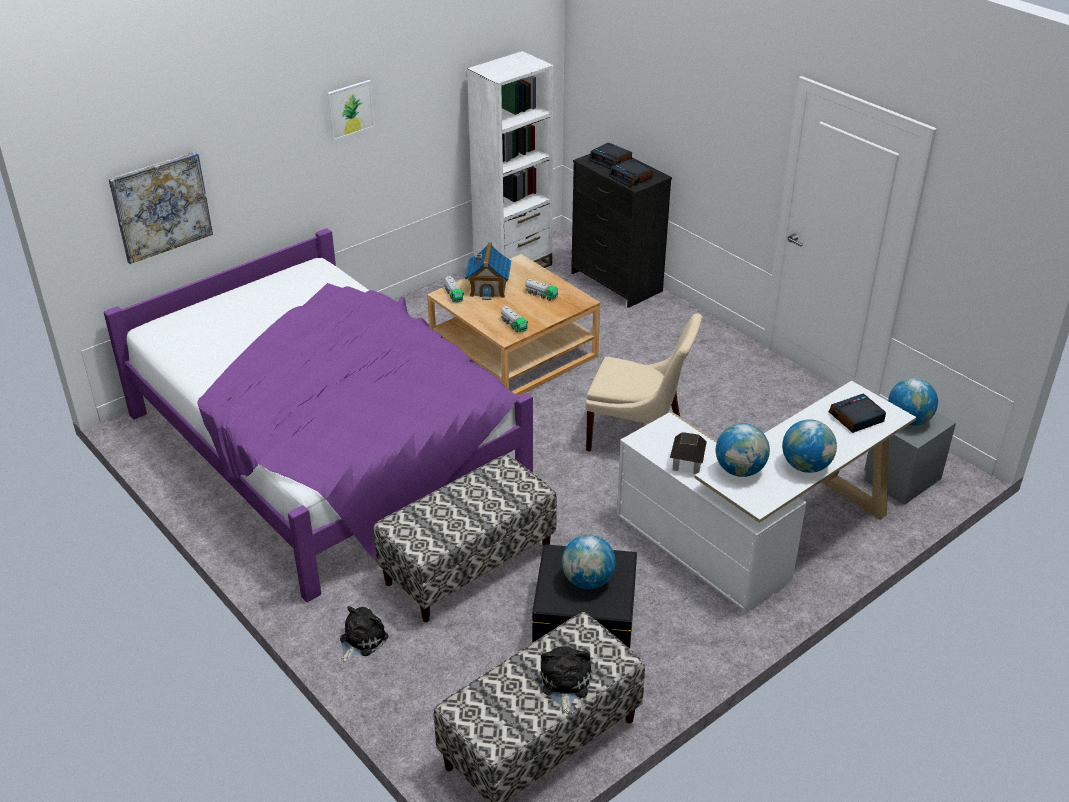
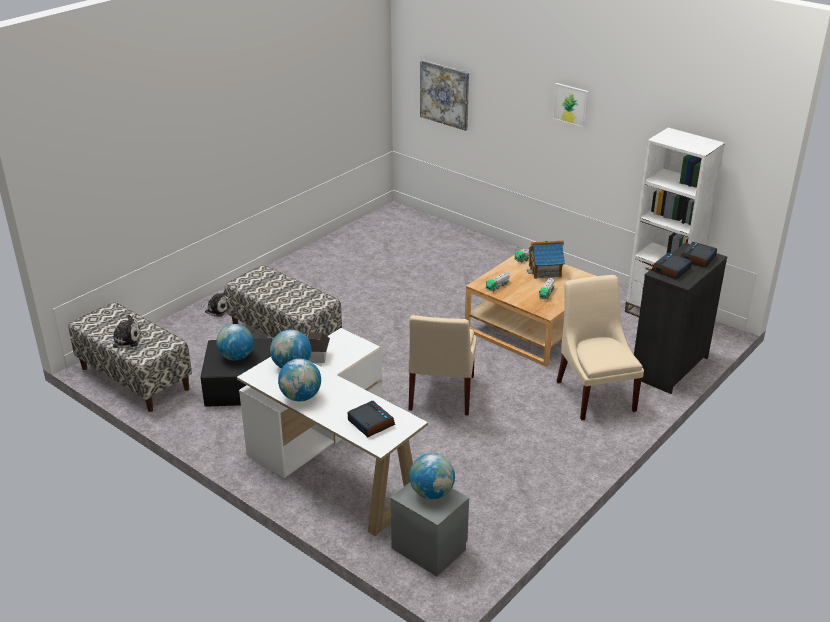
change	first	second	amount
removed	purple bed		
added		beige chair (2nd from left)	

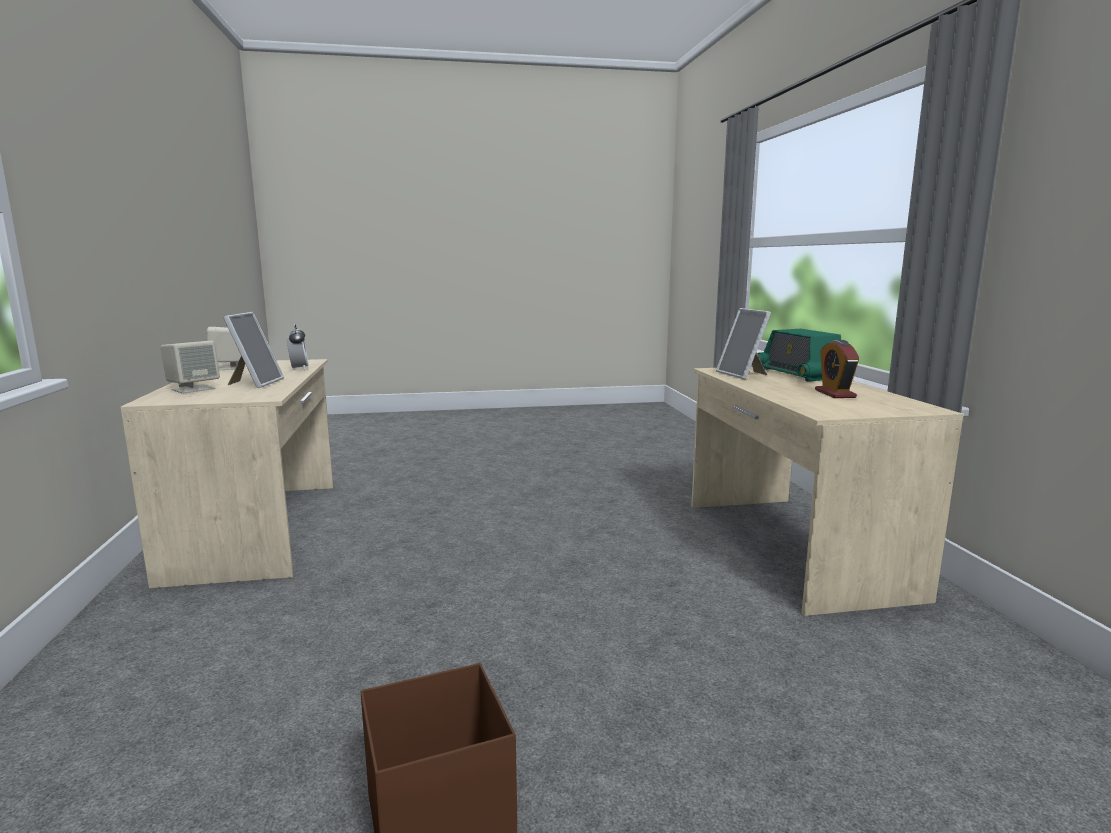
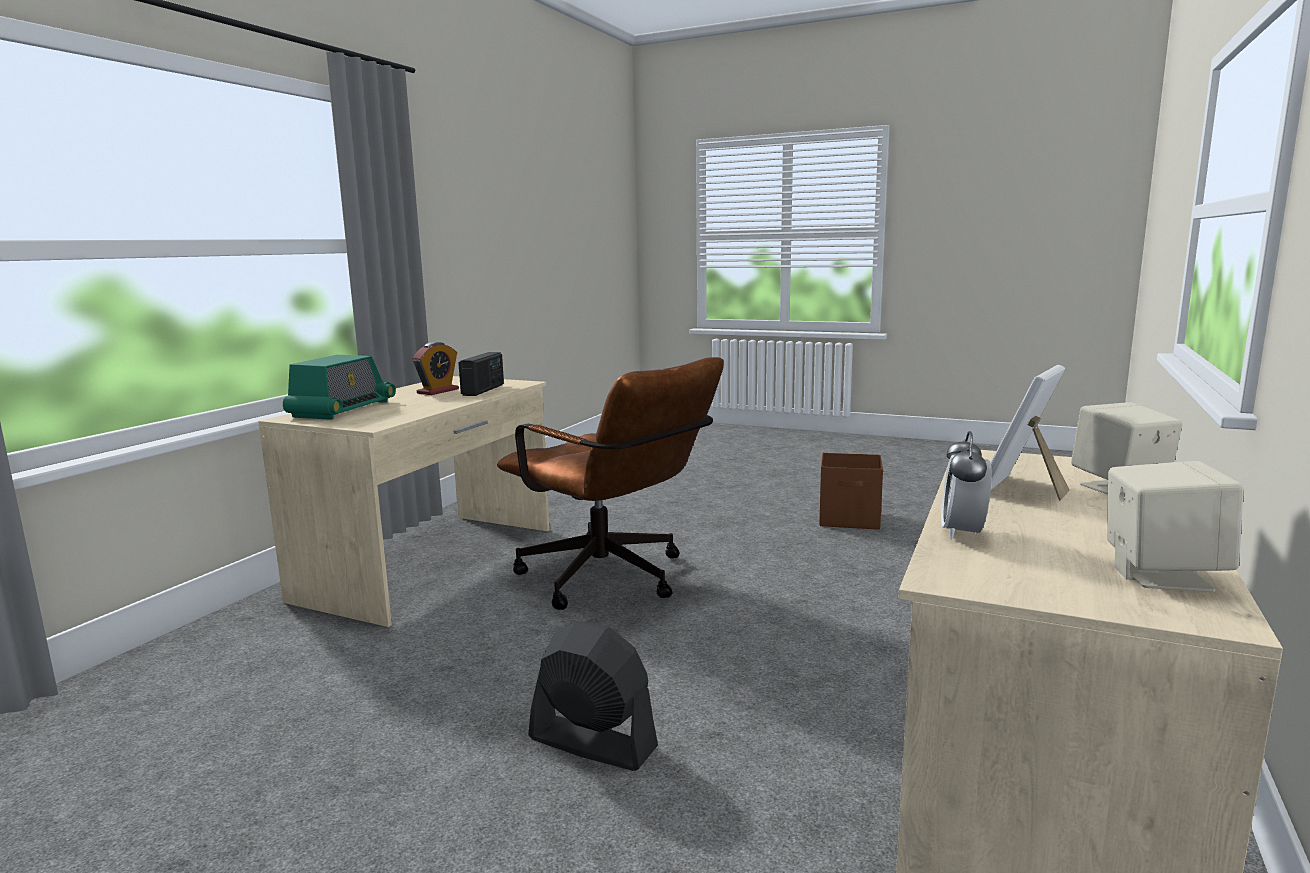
change	first	second	amount
removed	picture frame (2nd from left)		
added		radio (2nd from left)	
added		brown office chair	
added		black fan	

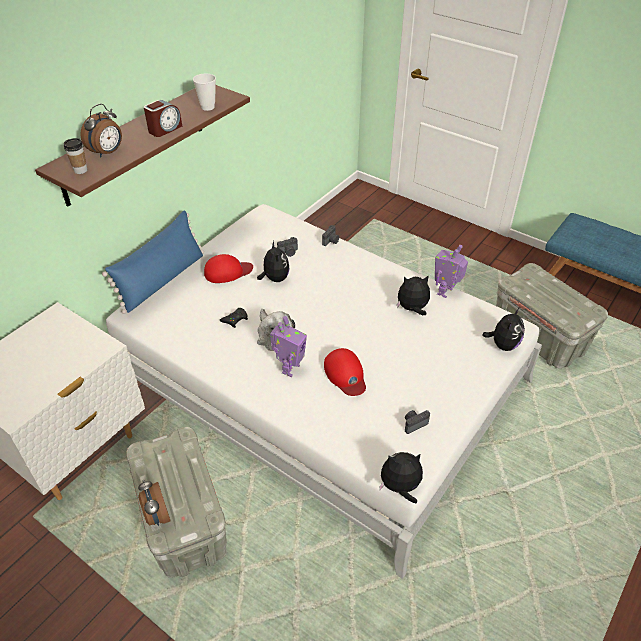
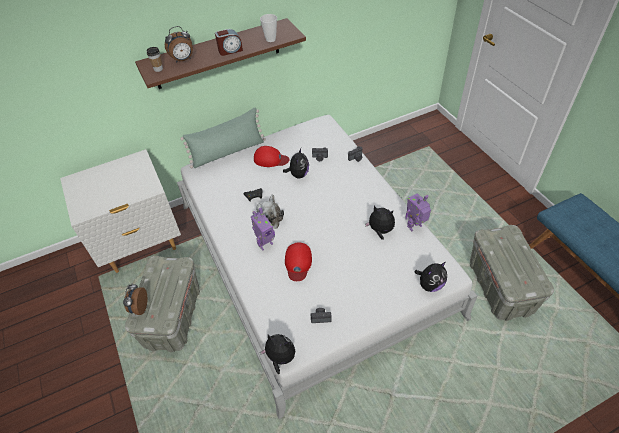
change	first	second	amount
recoloured	blue pillow	green pillow	

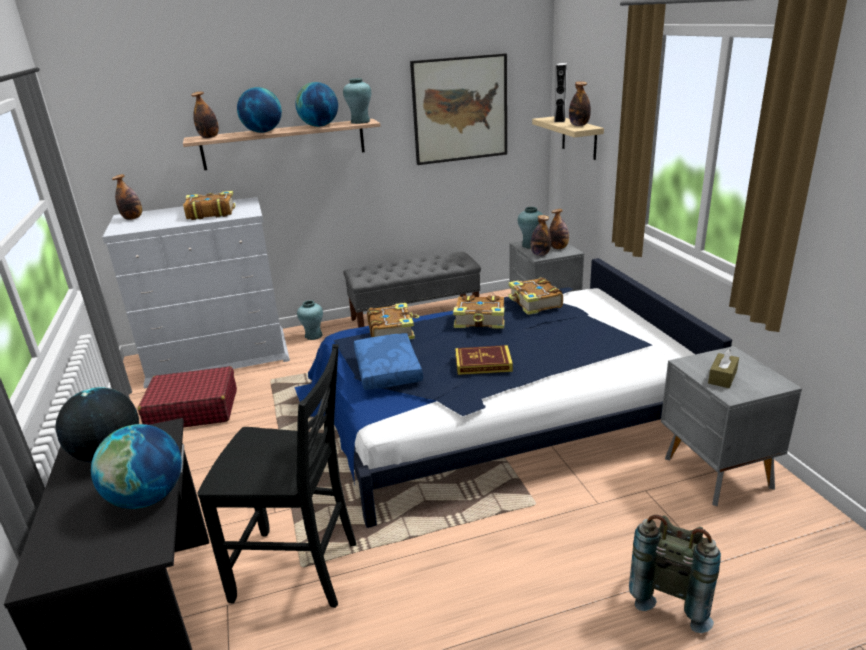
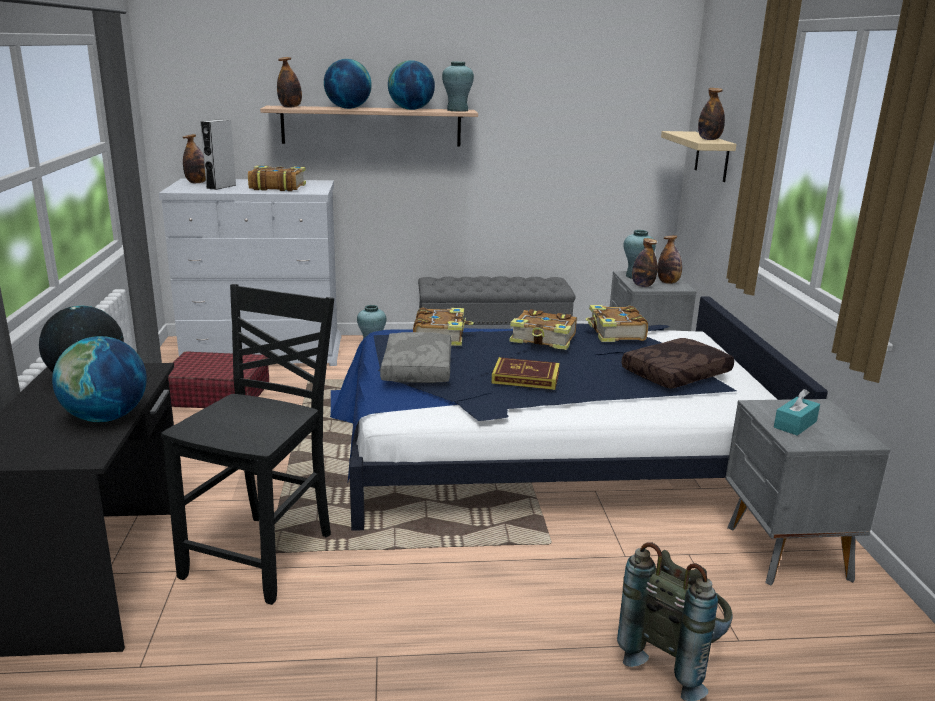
change	first	second	amount
removed	picture		
added		brown pillow	
moved	grey speaker		
recoloured	blue pillow	grey pillow	
recoloured	brown tissue box	turquoise tissue box	
turned	black chair		90 degrees counterclockwise

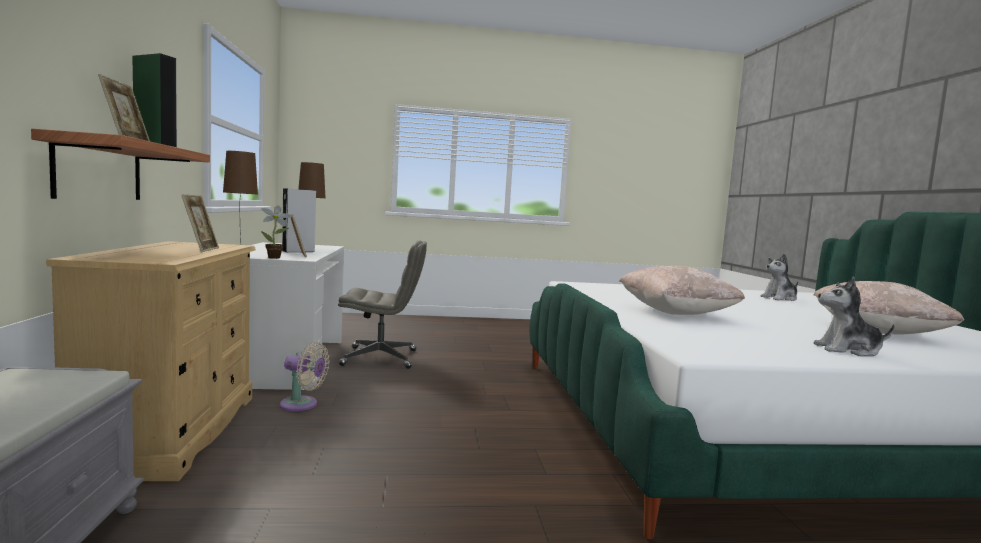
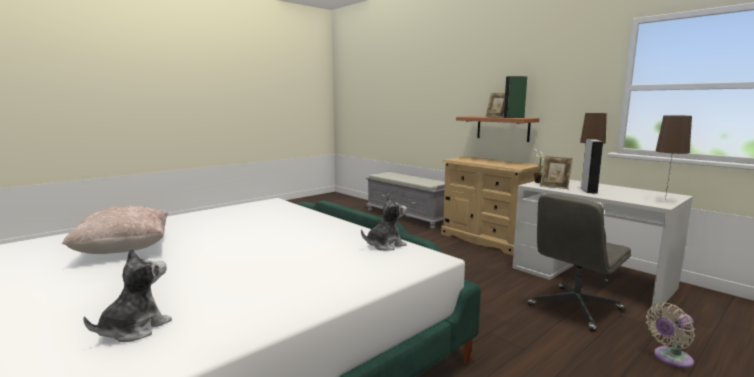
change	first	second	amount
removed	picture frame (2nd from left)		
removed	beige pillow (1st from left)		
moved	beige fan		
moved	plush toy (2nd from left)		

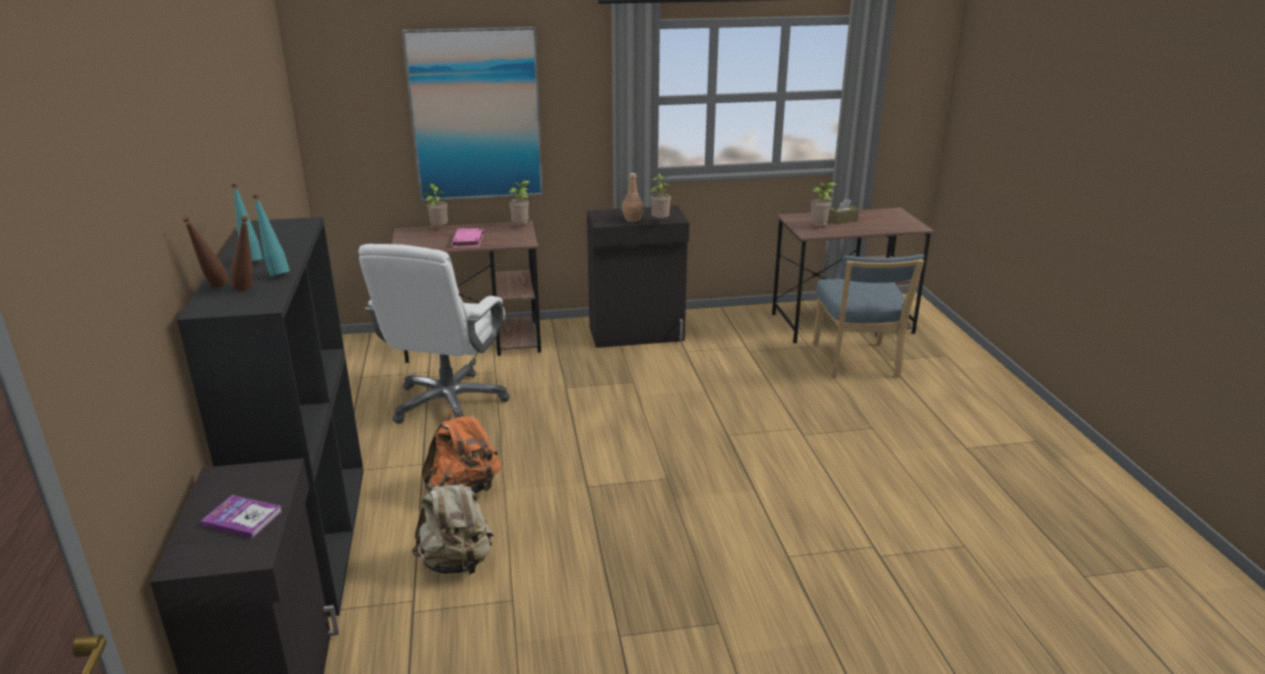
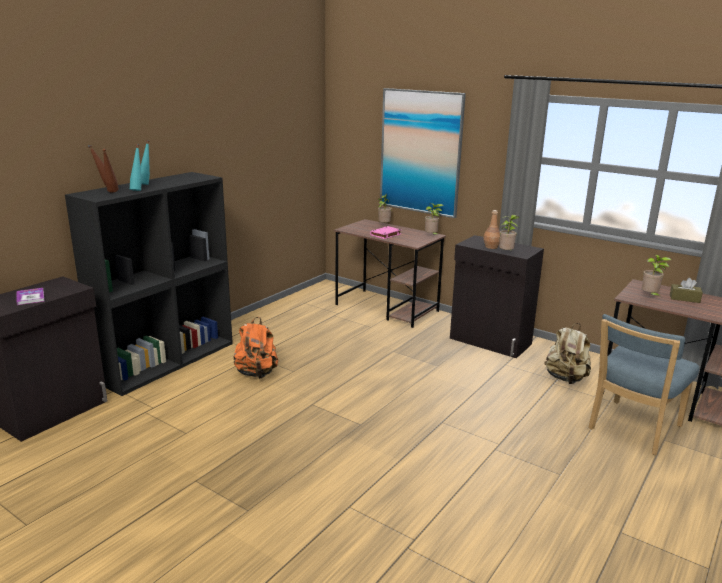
change	first	second	amount
removed	white office chair		
moved	beige backpack		

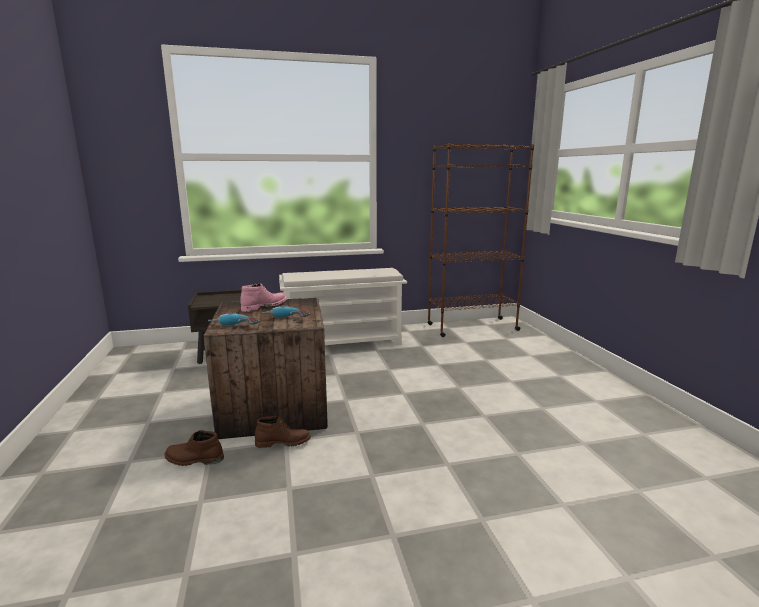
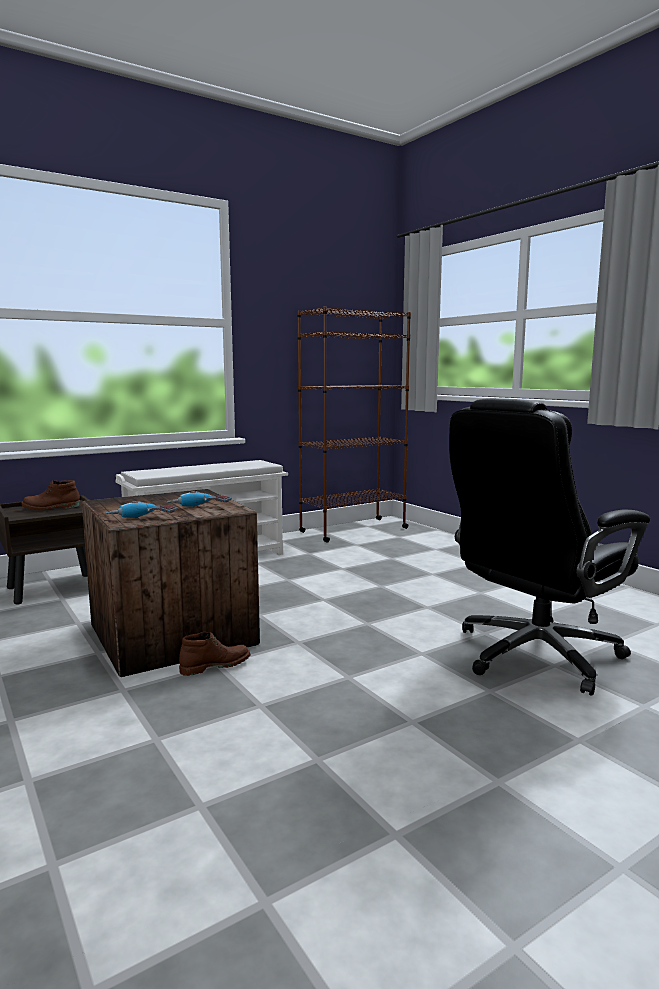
change	first	second	amount
removed	pink boot		
added		black office chair	
moved	brown boot (1st from left)		

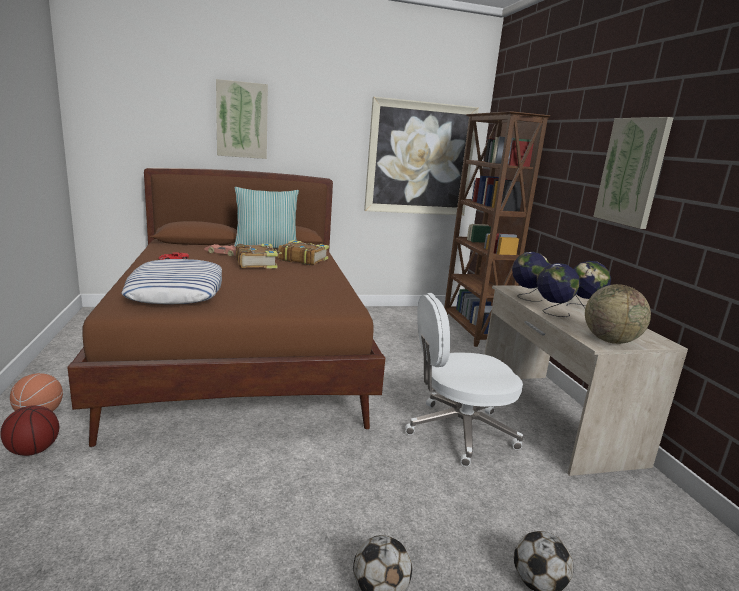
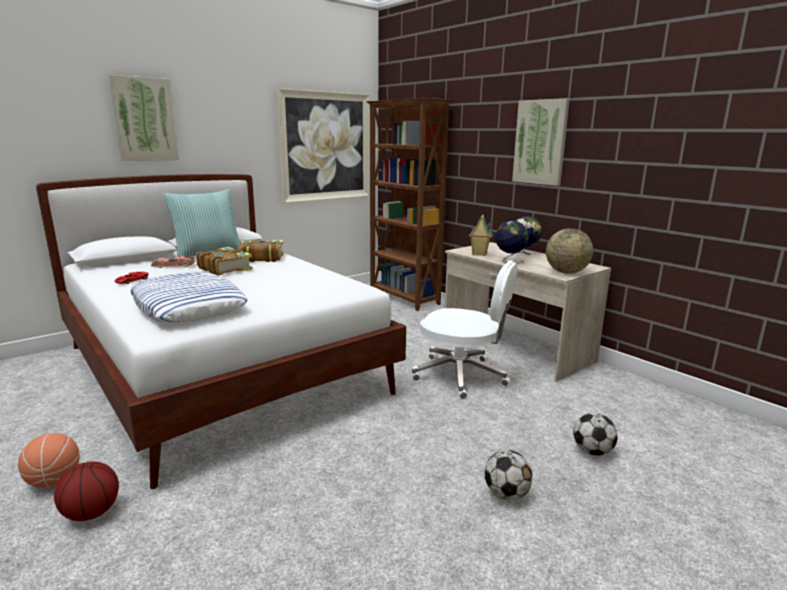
change	first	second	amount
replaced	globe (1st from left)	toy house	
recoloured	brown bed	white bed	
turned	white office chair		120 degrees counterclockwise

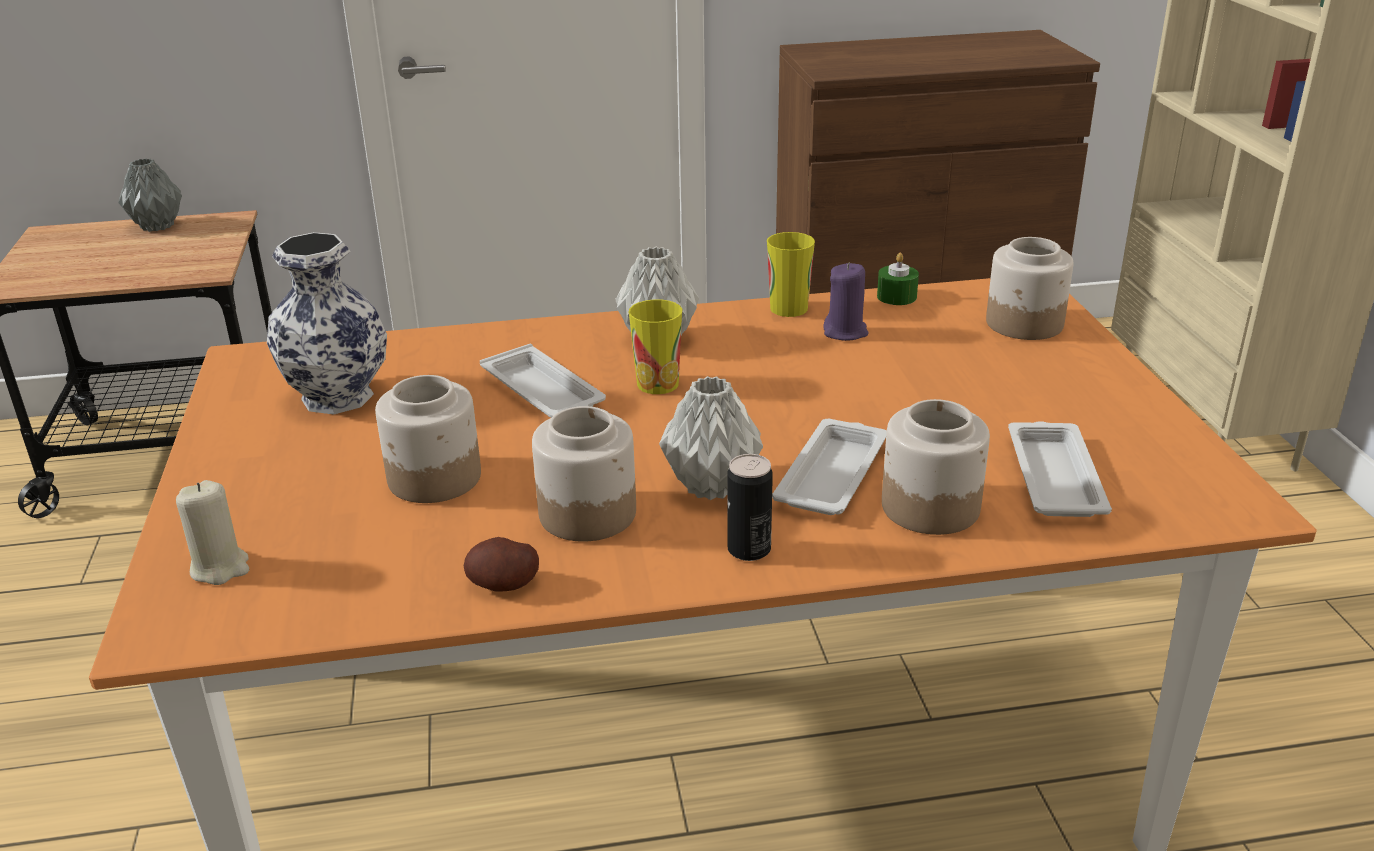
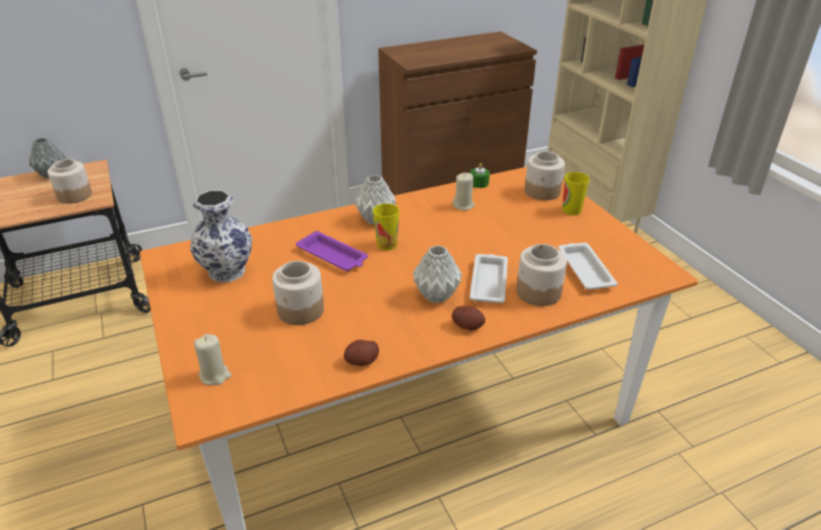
change	first	second	amount
moved	jar (2nd from left in the first image)	jar (1st from left)	
moved	cup (2nd from left)		
replaced	can	potato (2nd from left)	
recoloured	white tray (1st from left)	purple tray	
recoloured	purple candle	beige candle (2nd from left)	

